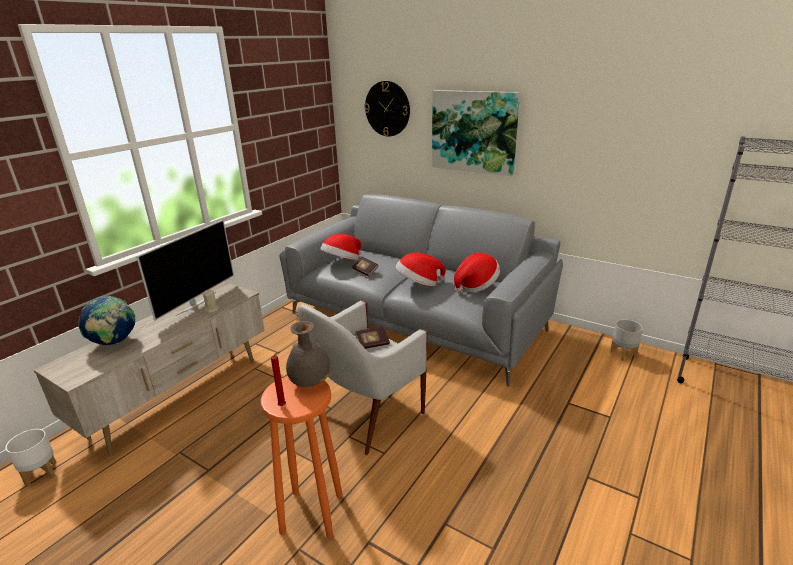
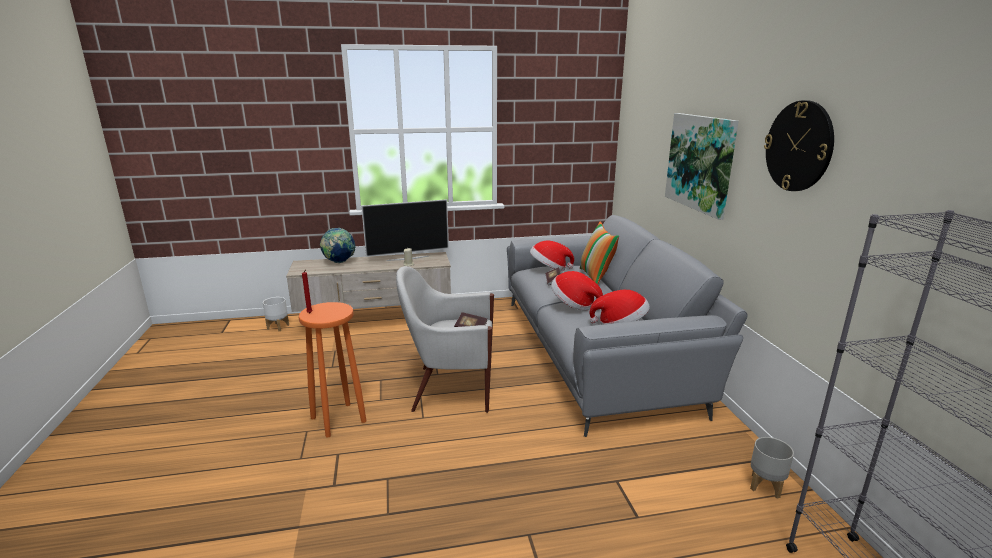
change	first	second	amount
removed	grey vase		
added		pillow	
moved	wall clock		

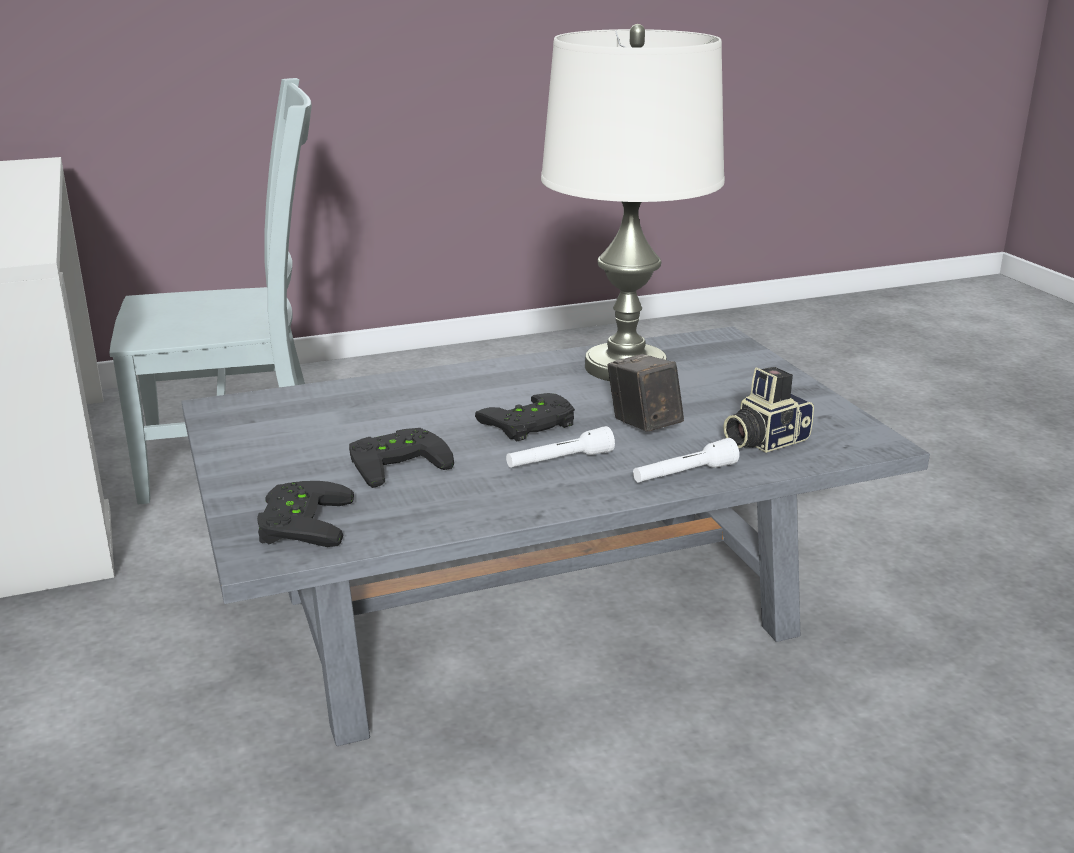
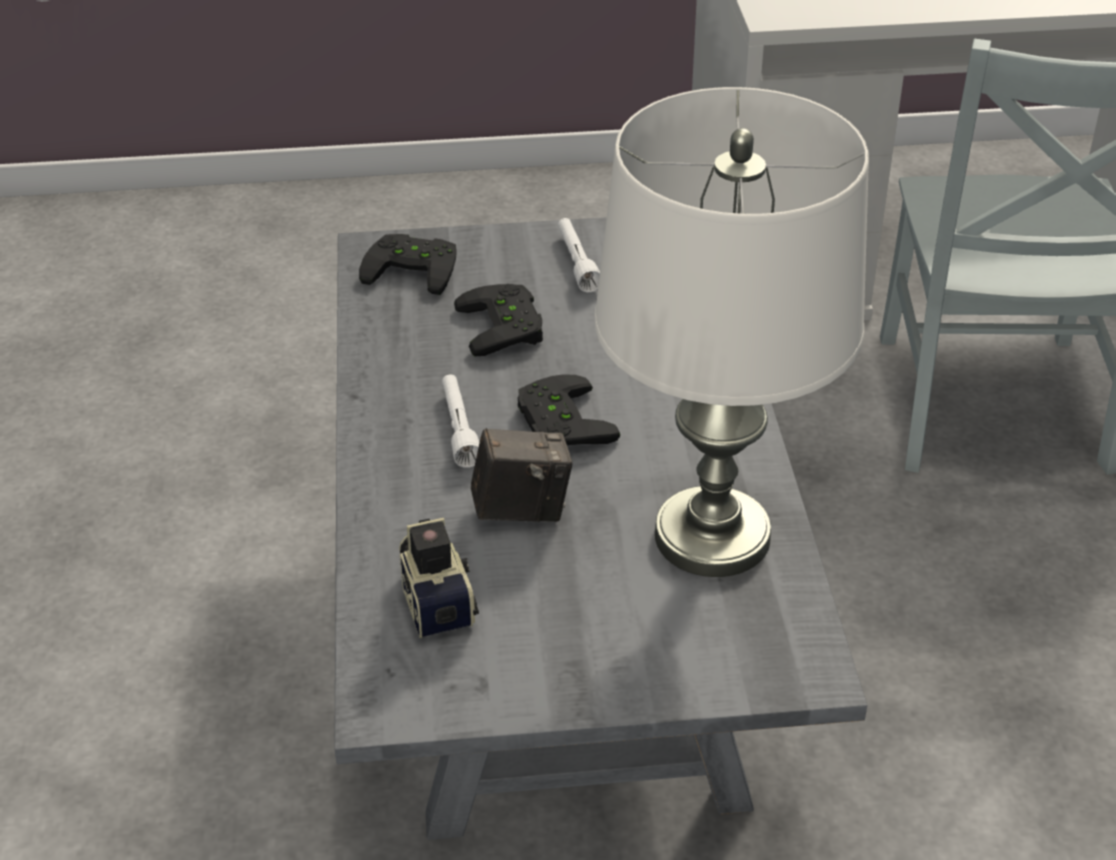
change	first	second	amount
moved	white flashlight (2nd from left)		

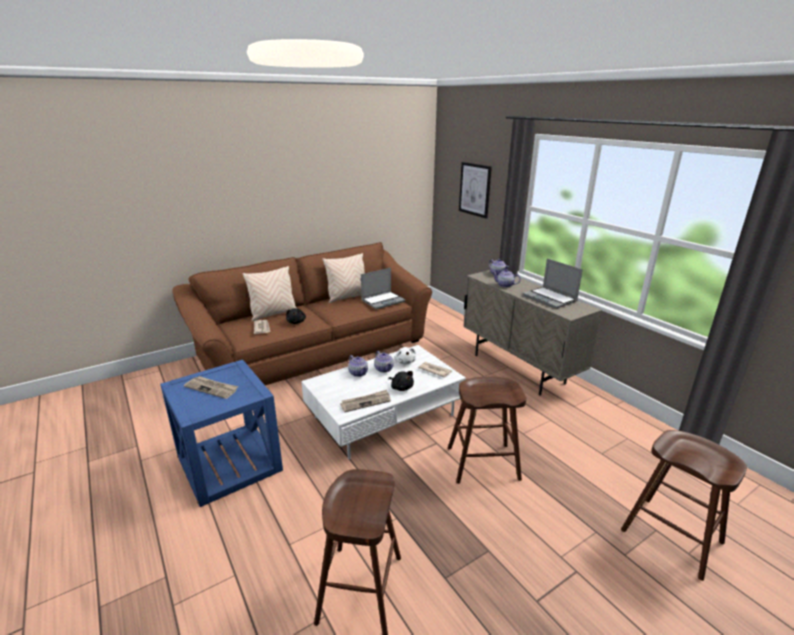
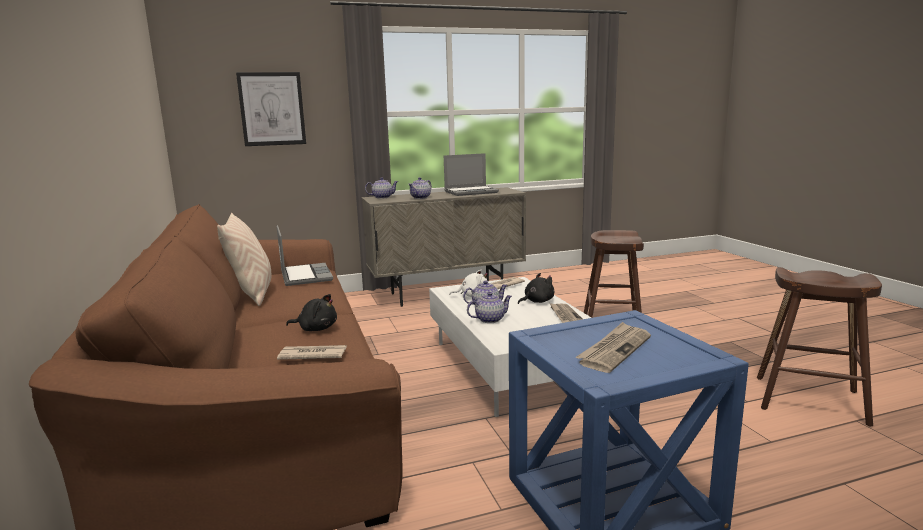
change	first	second	amount
removed	beige pillow (1st from left)		
removed	brown stool (3rd from left)		

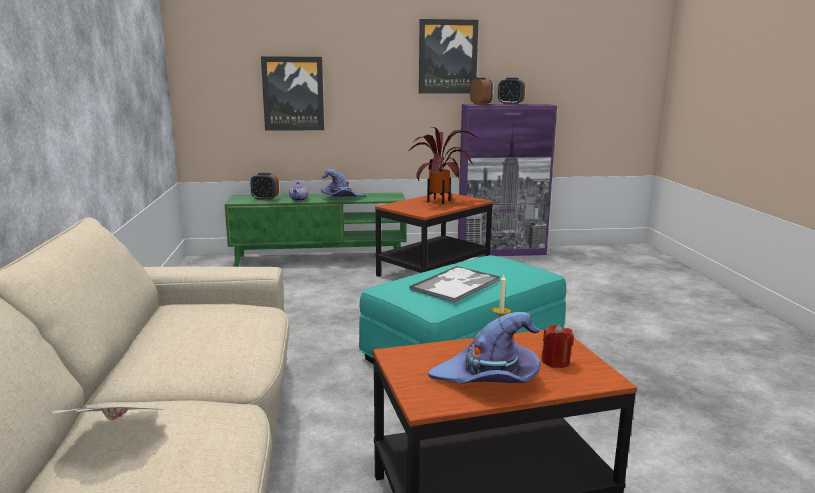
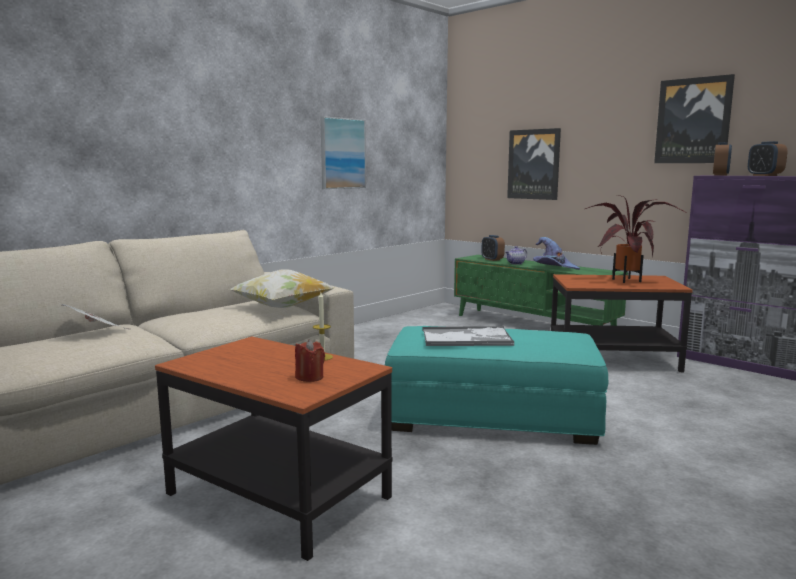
change	first	second	amount
removed	purple hat (2nd from left)		
added		pillow	
added		picture (1st from left)	

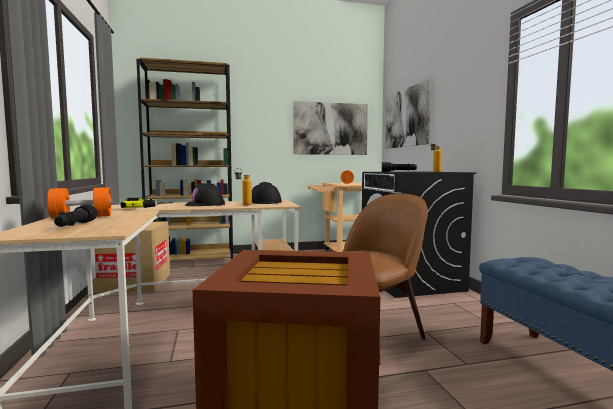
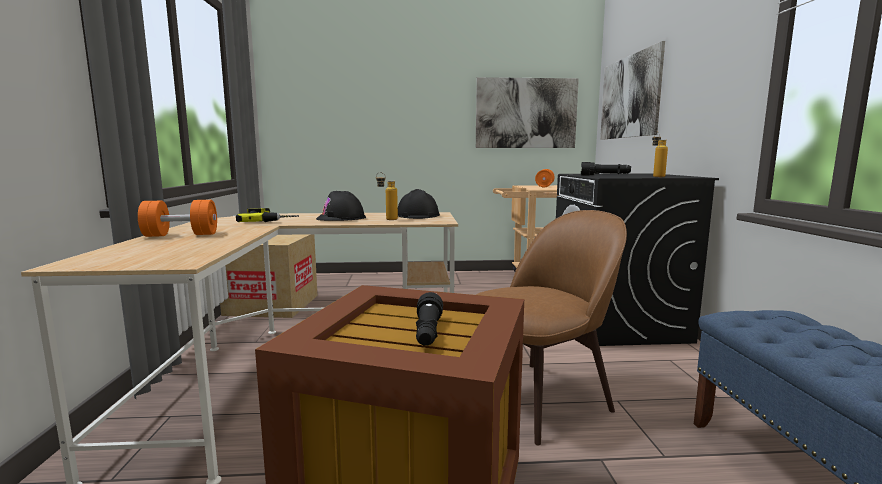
change	first	second	amount
removed	brown bookcase		
moved	black flashlight (1st from left)		

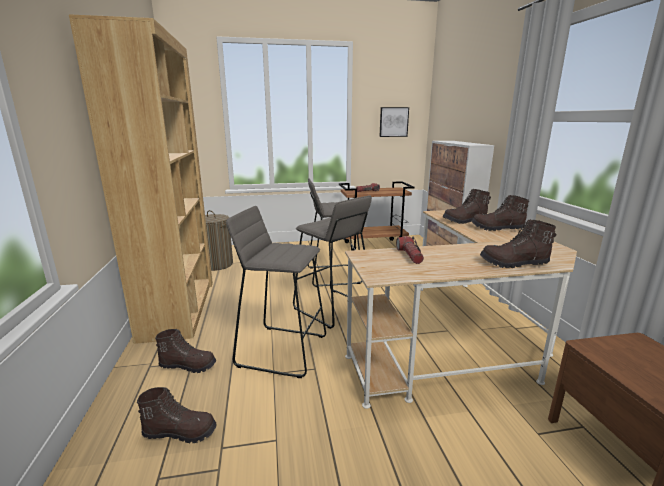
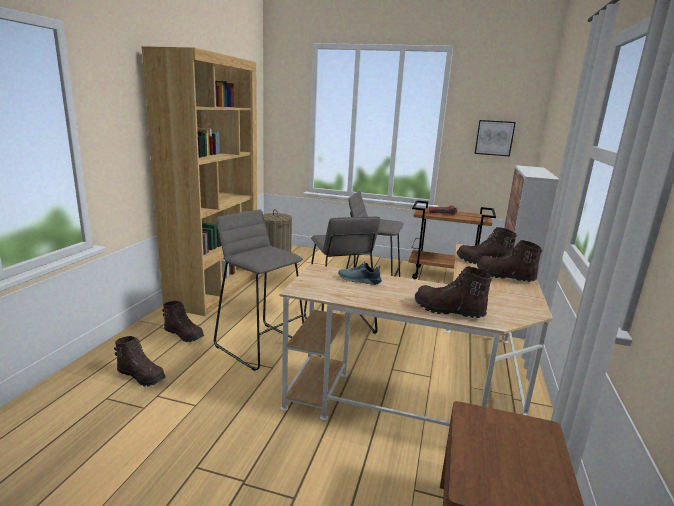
change	first	second	amount
replaced	flashlight (2nd from left)	shoe	

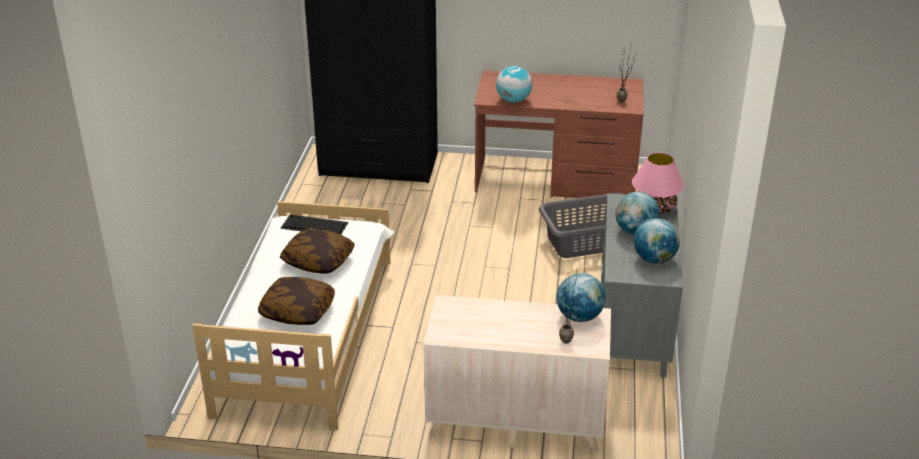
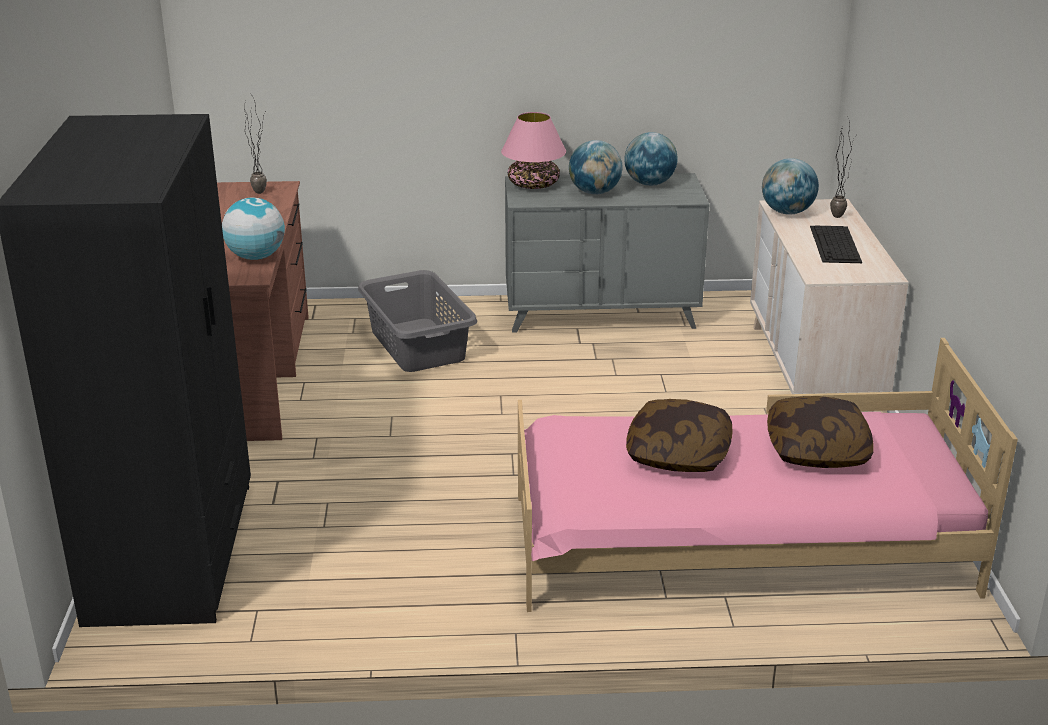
change	first	second	amount
moved	keyboard		
recoloured	white bed	pink bed	

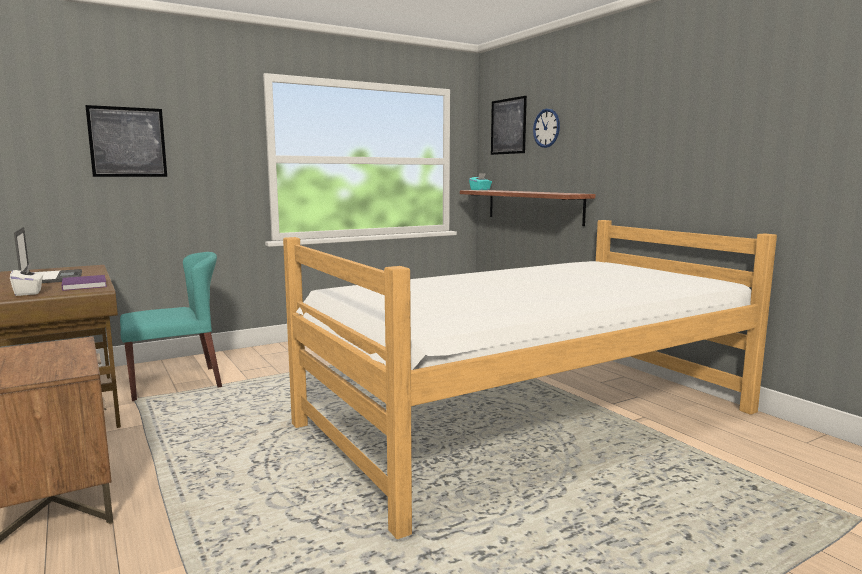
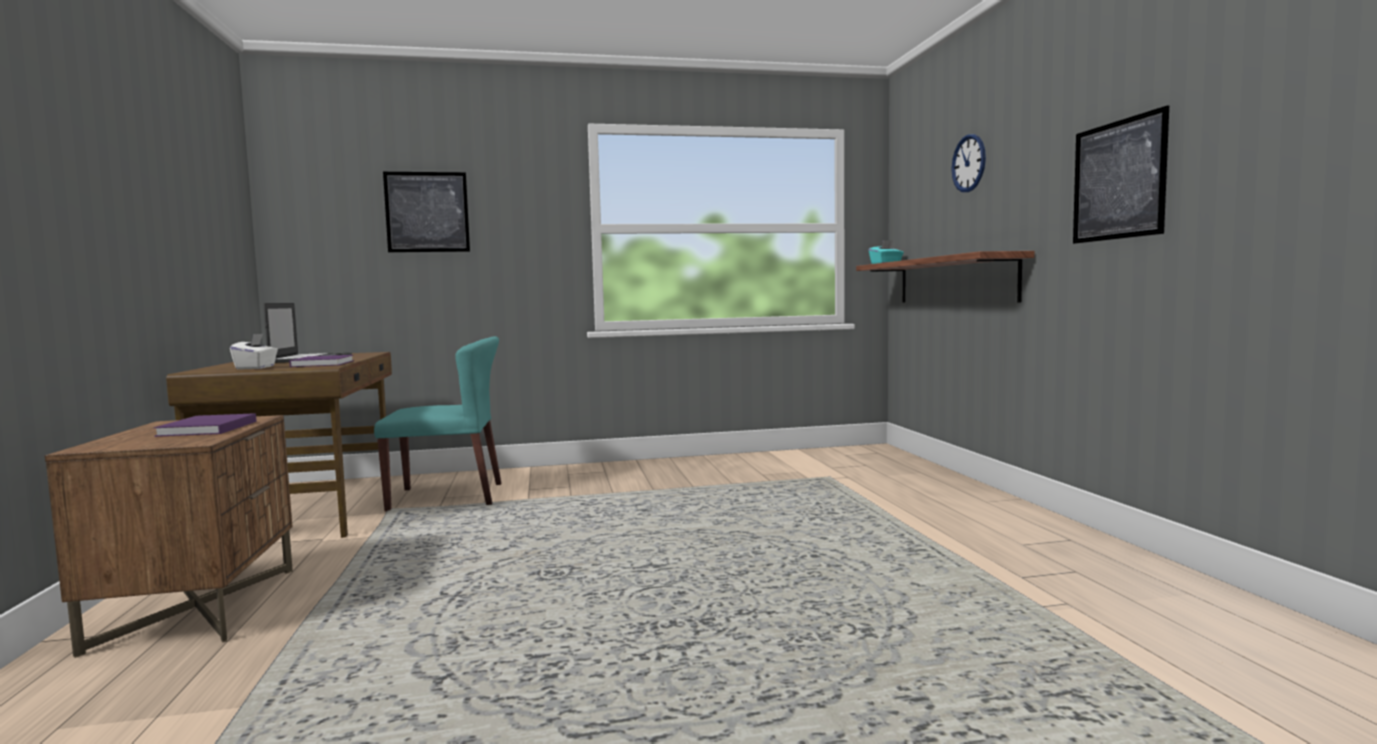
change	first	second	amount
removed	bed		
added		purple book (1st from left)	
moved	picture (2nd from left)		

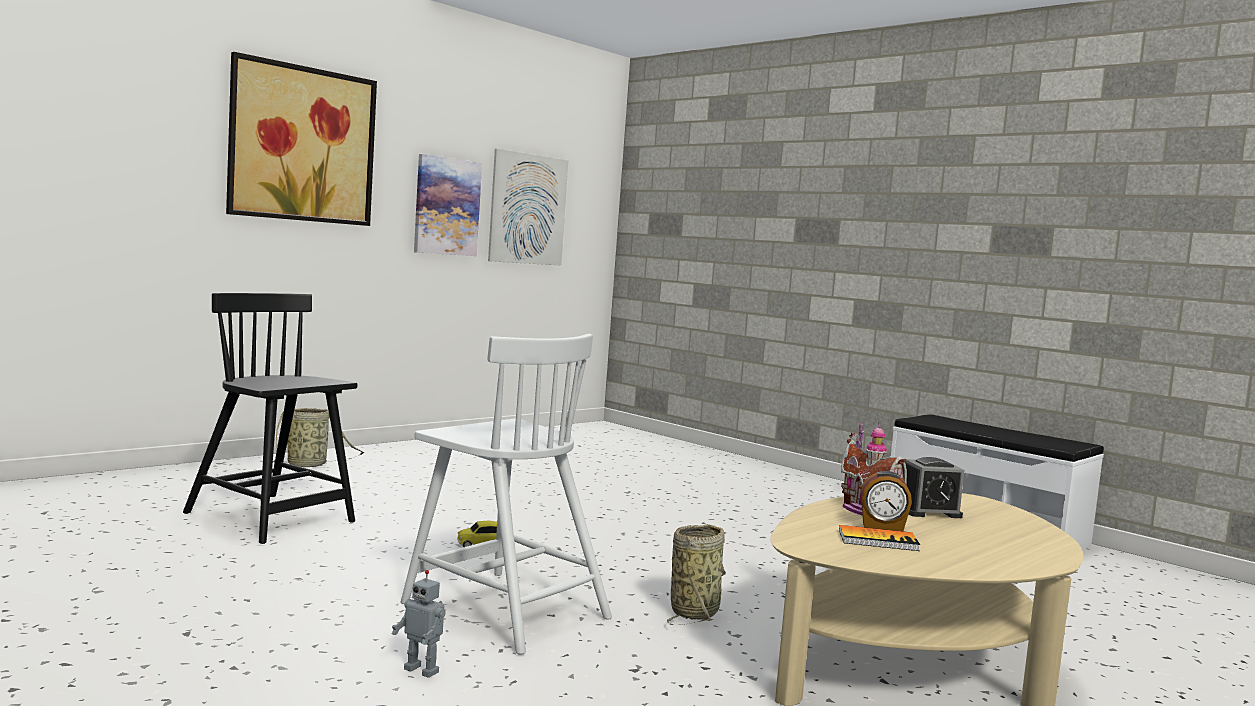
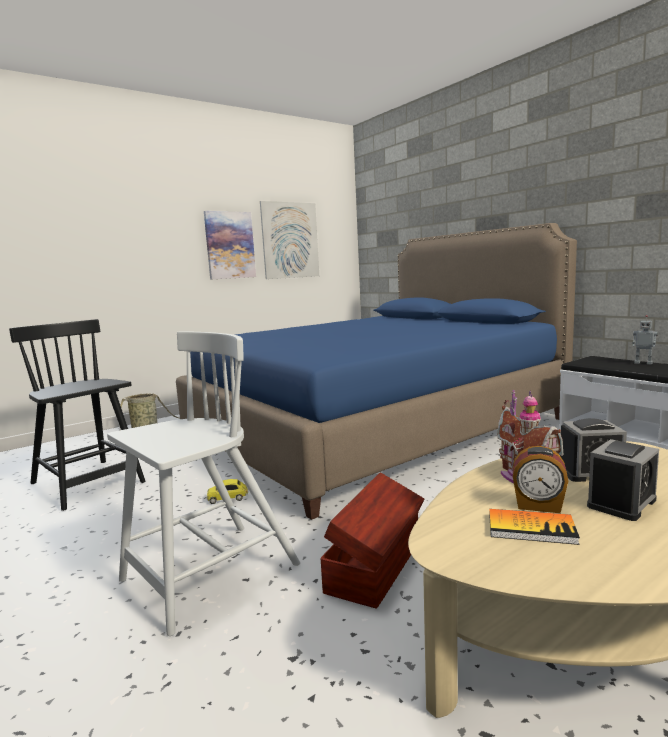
change	first	second	amount
removed	picture (1st from left)		
added		blue bed	
added		alarm clock (3rd from left)	
moved	toy robot		
replaced	basket (2nd from left)	brown storage box	
turned	white chair		90 degrees counterclockwise

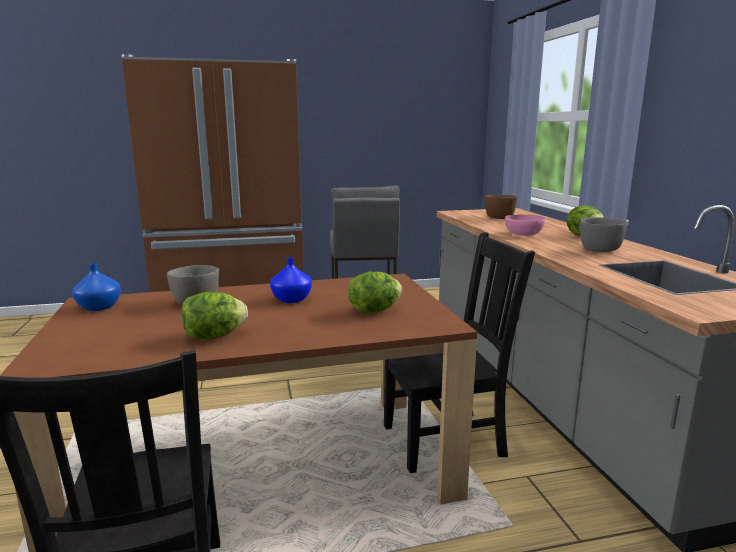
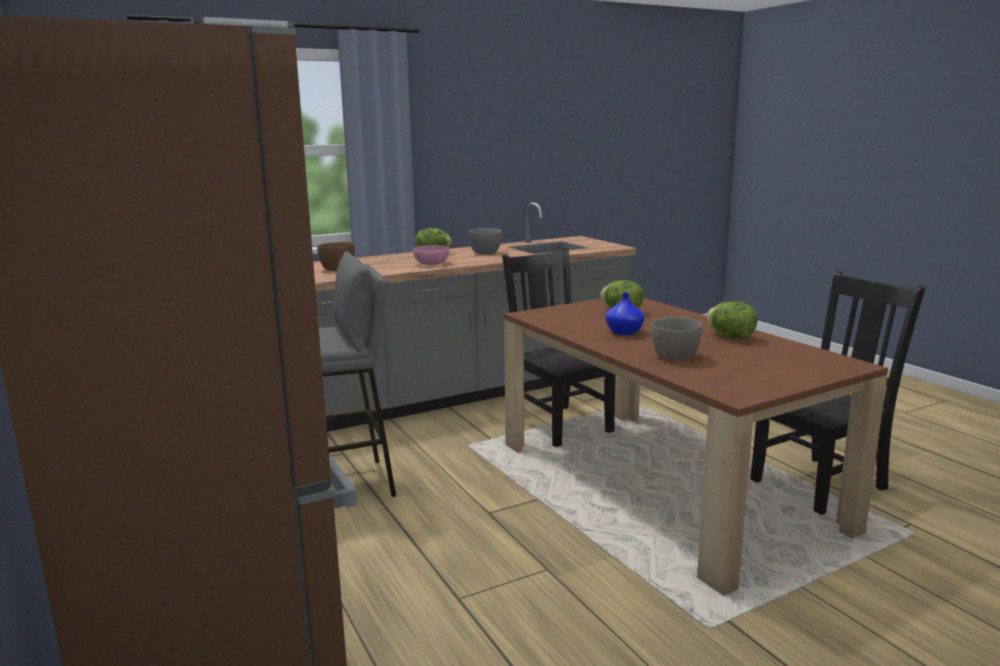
change	first	second	amount
removed	blue vase (1st from left)		

